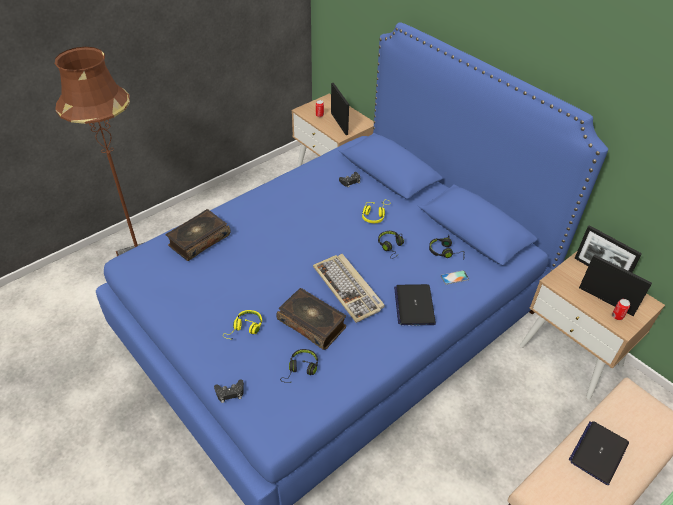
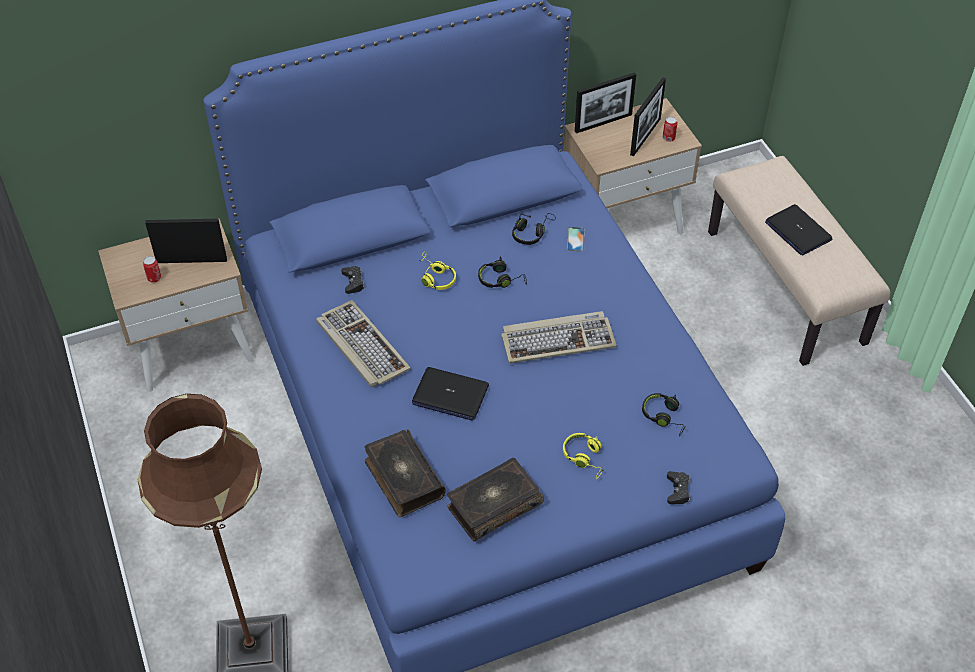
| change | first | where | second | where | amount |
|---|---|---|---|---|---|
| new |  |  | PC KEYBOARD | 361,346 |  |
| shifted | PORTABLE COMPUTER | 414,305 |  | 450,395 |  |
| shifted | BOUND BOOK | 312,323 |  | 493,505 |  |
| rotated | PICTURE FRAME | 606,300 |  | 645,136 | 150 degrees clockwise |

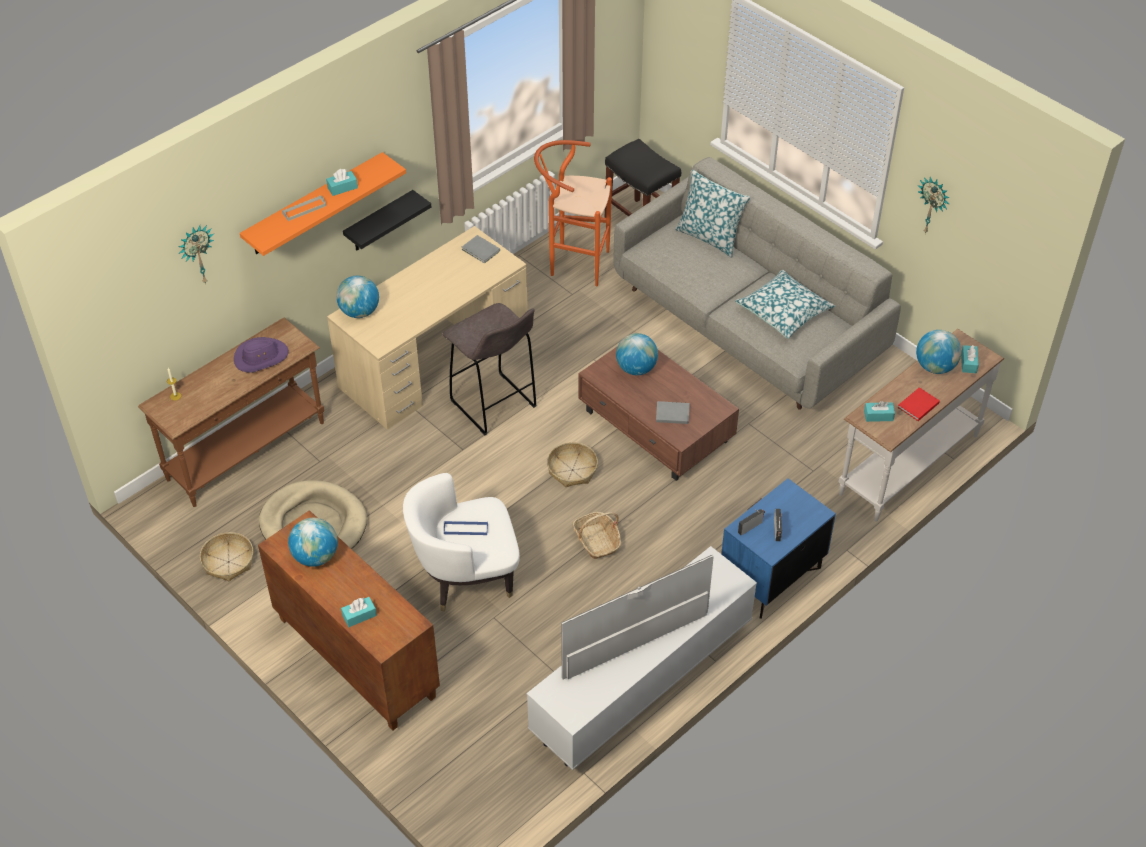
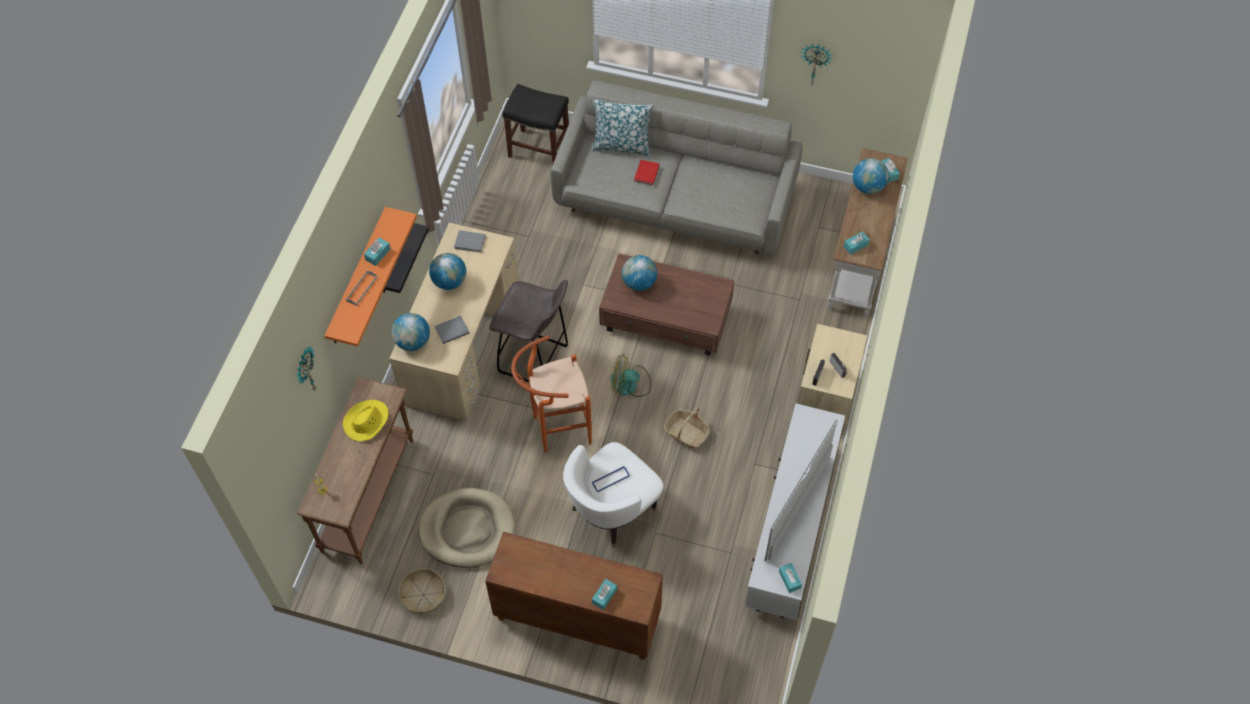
| change | first | where | second | where | amount |
|---|---|---|---|---|---|
| repainted | PURPLE HAT | 261,357 | YELLOW-COLOURED HAT | 366,421 |  |
| shifted | DESK GLOBE | 315,556 |  | 449,281 |  |
| shifted | GREYISH BOUND BOOK | 671,413 |  | 451,330 |  |
| shifted | ORANGE-COLOURED STOOL SEAT | 573,263 |  | 556,430 |  |
| swapped | BASKET | 572,470 | ELECTRIC FAN | 630,385 |  |
| shifted | REDDISH BOUND BOOK | 917,405 |  | 646,173 |  |
| new |  |  | TURQUOISE BOX OF TISSUES | 789,579 |  |
| repainted | BLUISH NIGHTSTAND | 771,578 | SAND-COLOURED NIGHTSTAND | 825,399 |  |
| gone | PILLOW | 784,311 |  |  |  |

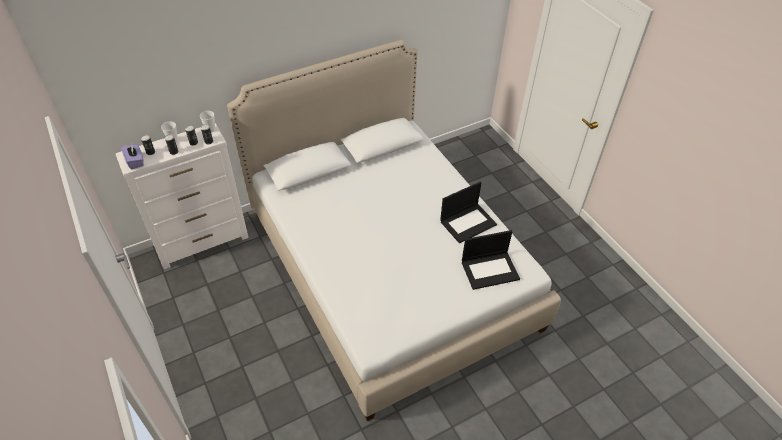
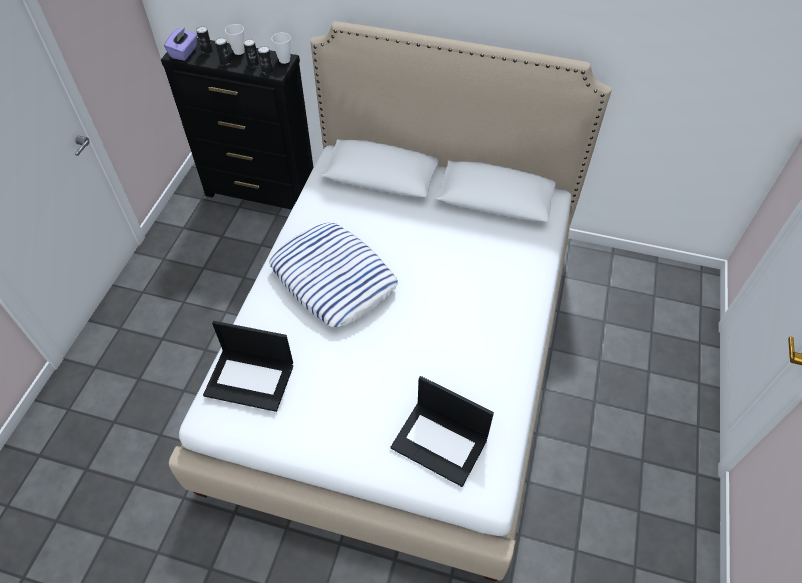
| change | first | where | second | where | amount |
|---|---|---|---|---|---|
| repainted | WHITISH DRESSER | 203,243 | BLACK-COLOURED DRESSER | 262,194 |  |
| shifted | PORTABLE COMPUTER | 468,222 |  | 251,379 |  |
| new |  |  | PILLOW | 334,279 |  |

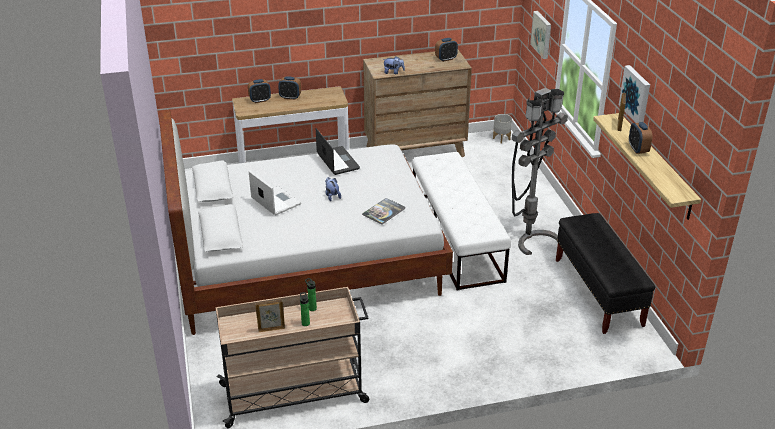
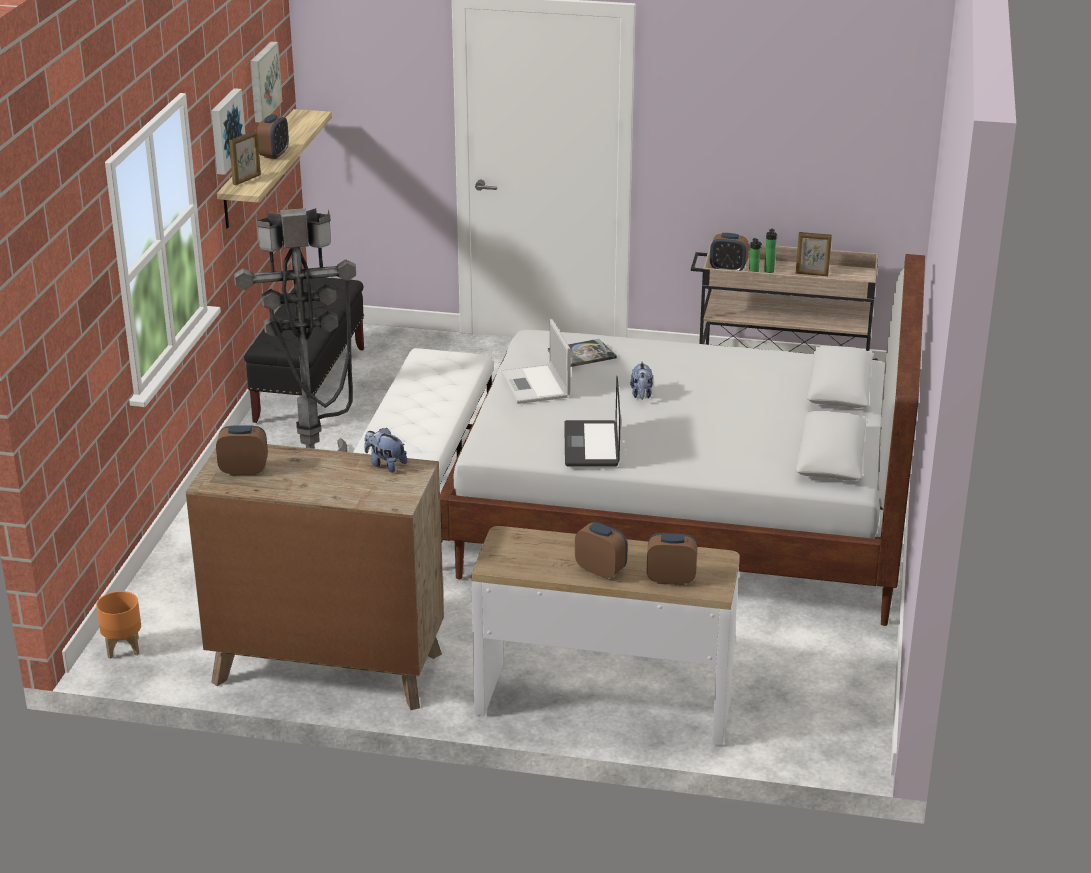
| change | first | where | second | where | amount |
|---|---|---|---|---|---|
| repainted | GREYISH PLANTER | 501,139 | ORANGE-COLOURED PLANTER | 123,648 |  |
| shifted | PICTURE | 542,34 |  | 262,81 |  |
| shifted | PORTABLE COMPUTER | 275,201 |  | 536,386 |  |
| new |  |  | TABLE CLOCK | 728,269 |  |

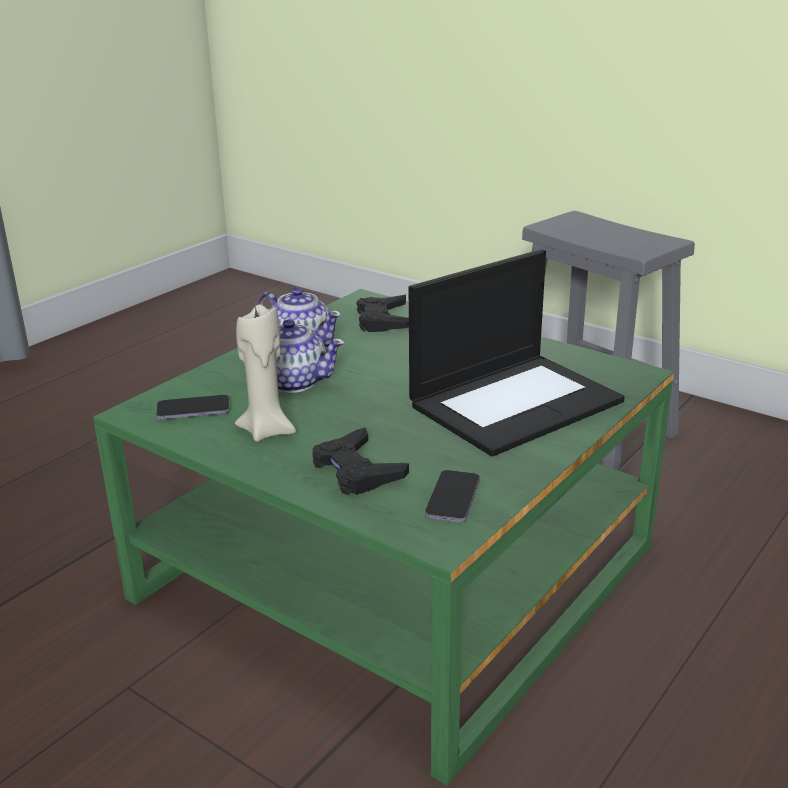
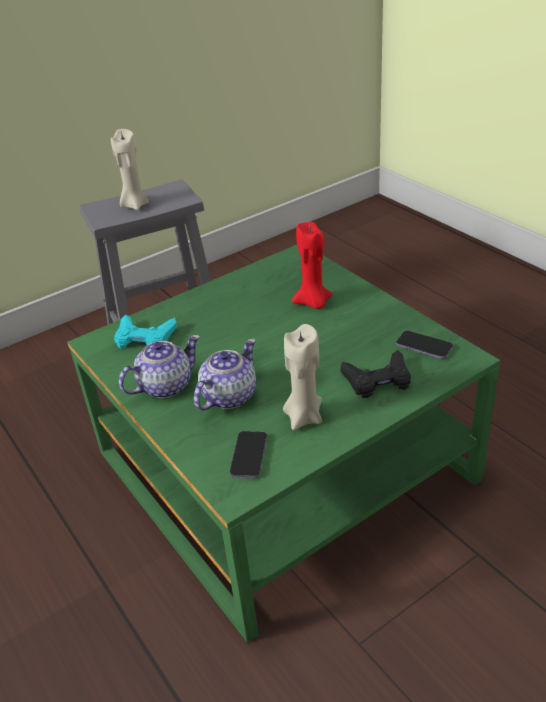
| change | first | where | second | where | amount |
|---|---|---|---|---|---|
| new |  |  | SAND-COLOURED WAX CANDLE | 134,205 |  |
| repainted | BLACK-COLOURED JOYPAD | 383,320 | TURQUOISE JOYPAD | 144,338 |  |
| swapped | PORTABLE COMPUTER | 516,402 | REDDISH WAX CANDLE | 313,303 |  |

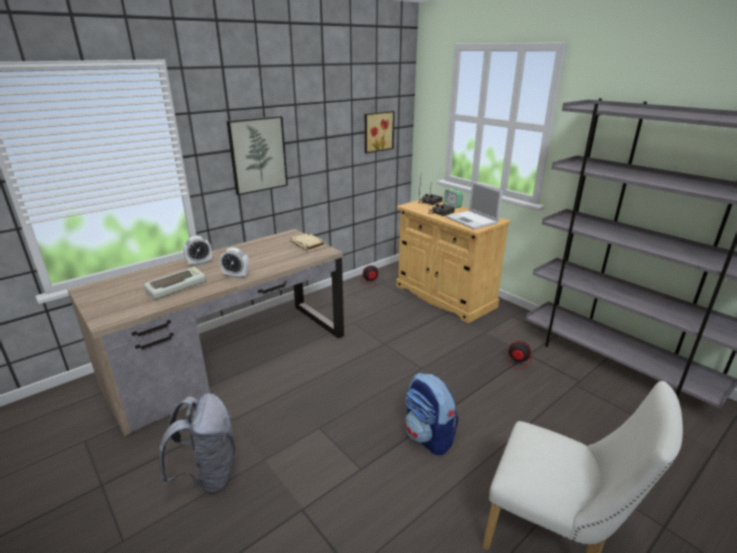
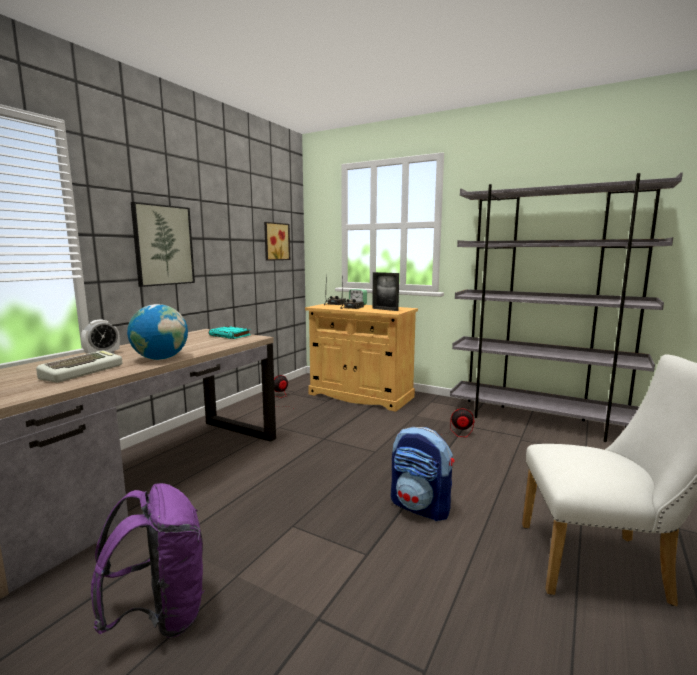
| change | first | where | second | where | amount |
|---|---|---|---|---|---|
| repainted | GREYISH BACKPACK | 208,475 | PURPLE BACKPACK | 160,615 |  |
| swapped | TABLE CLOCK | 236,276 | DESK GLOBE | 161,358 |  |
| repainted | SAND-COLOURED BOUND BOOK | 308,244 | TURQUOISE BOUND BOOK | 230,335 |  |
| swapped | PORTABLE COMPUTER | 472,220 | PICTURE FRAME | 385,309 |  |

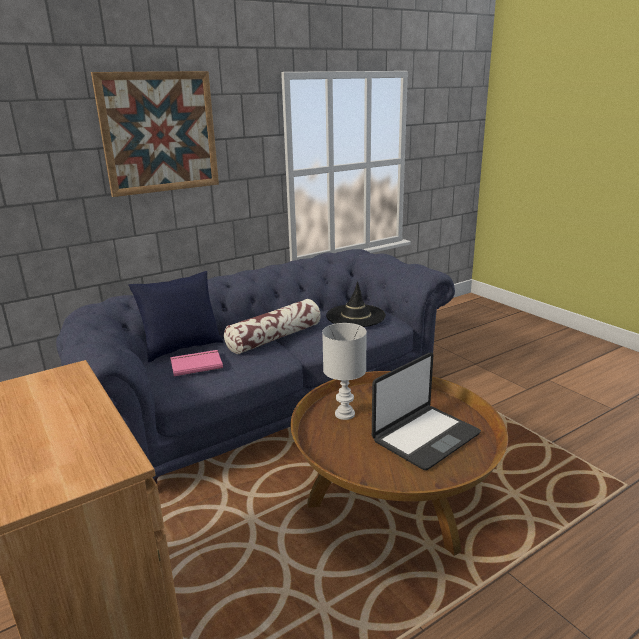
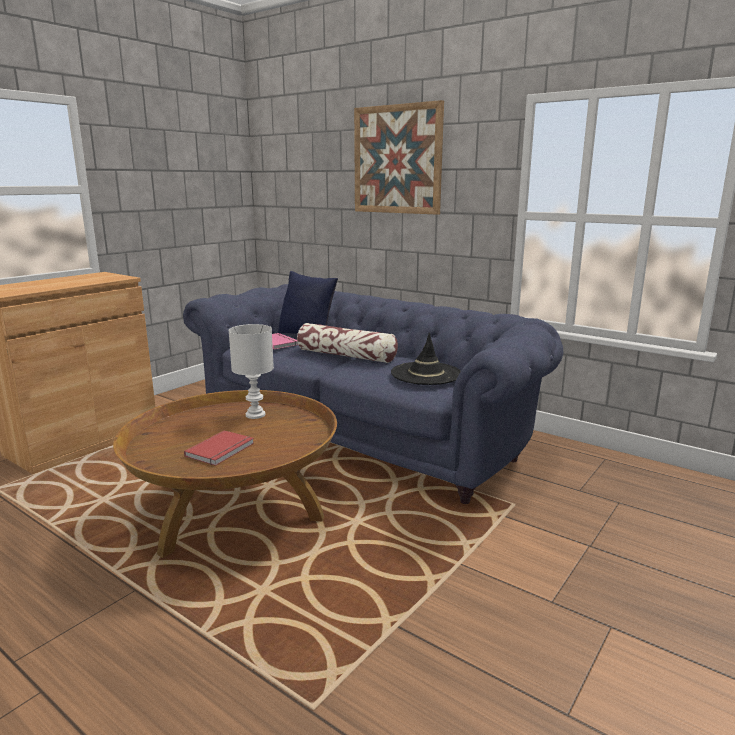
| change | first | where | second | where | amount |
|---|---|---|---|---|---|
| swapped | PORTABLE COMPUTER | 425,437 | REDDISH BOUND BOOK | 222,450 |  |

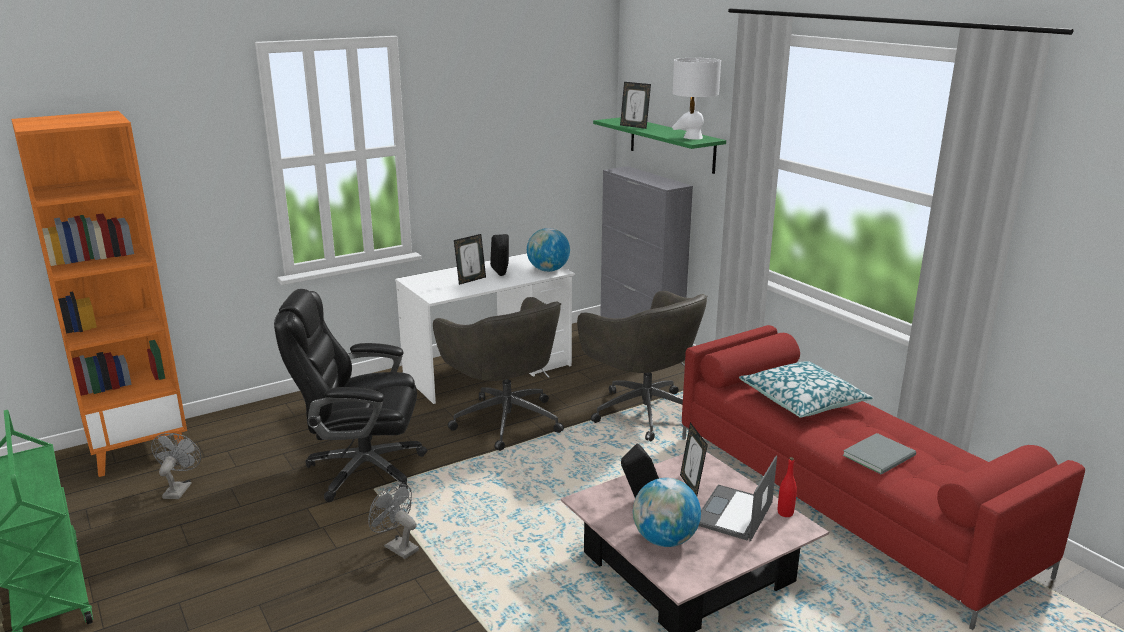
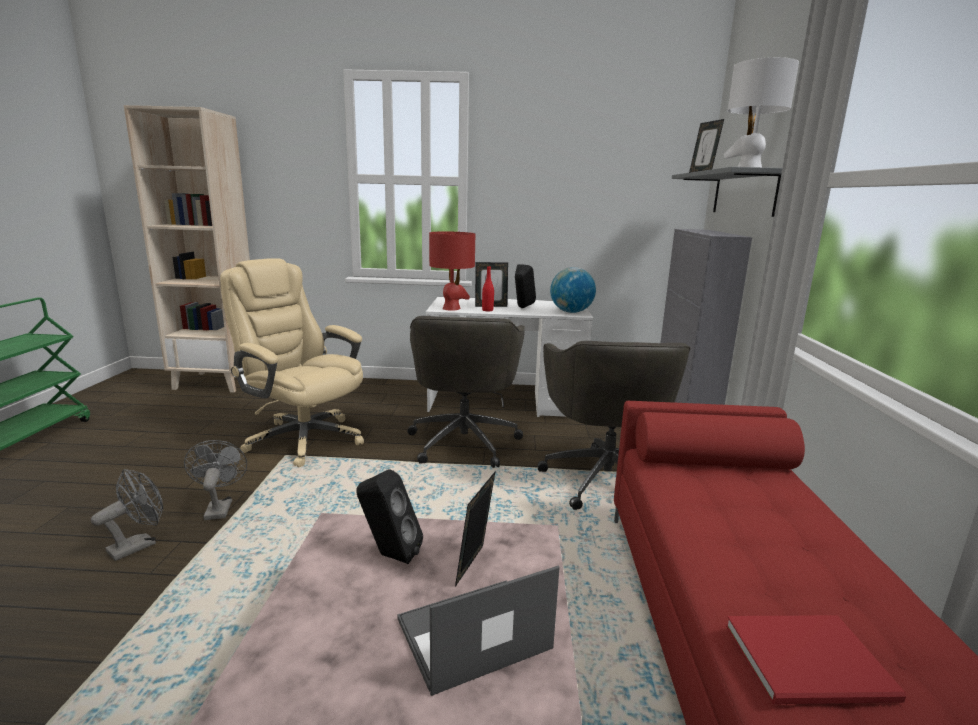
| change | first | where | second | where | amount |
|---|---|---|---|---|---|
| shifted | GREYISH ELECTRIC FAN | 179,488 |  | 139,545 |  |
| repainted | ORANGE-COLOURED BOOKSHELF | 140,449 | SAND-COLOURED BOOKSHELF | 217,382 |  |
| repainted | BLACK-COLOURED DESK CHAIR | 362,469 | SAND-COLOURED DESK CHAIR | 303,439 |  |
| new |  |  | REDDISH TABLE LAMP | 451,308 |  |
| shifted | REDDISH BOTTLE | 785,513 |  | 487,310 |  |
| repainted | GREENISH BRACKET SHELF | 671,144 | GREYISH BRACKET SHELF | 743,193 |  |
| repainted | GREYISH BOUND BOOK | 881,455 | REDDISH BOUND BOOK | 813,664 |  |
| gone | DESK GLOBE | 665,540 |  |  |  |
| gone | PILLOW | 803,400 |  |  |  |

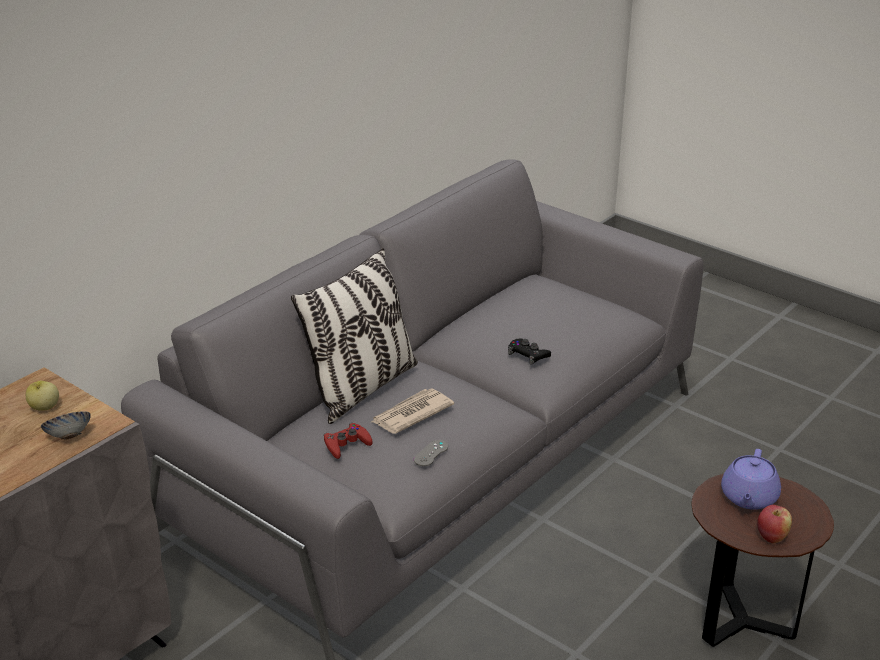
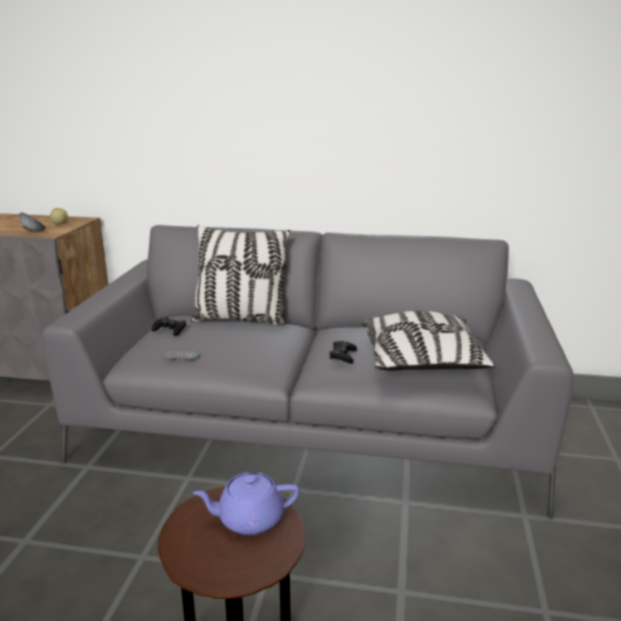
| change | first | where | second | where | amount |
|---|---|---|---|---|---|
| repainted | REDDISH JOYPAD | 346,444 | BLACK-COLOURED JOYPAD | 170,330 |  |
| new |  |  | PILLOW | 422,362 |  |
| gone | NEWSPAPER | 411,414 |  |  |  |
| gone | APPLE | 771,537 |  |  |  |

